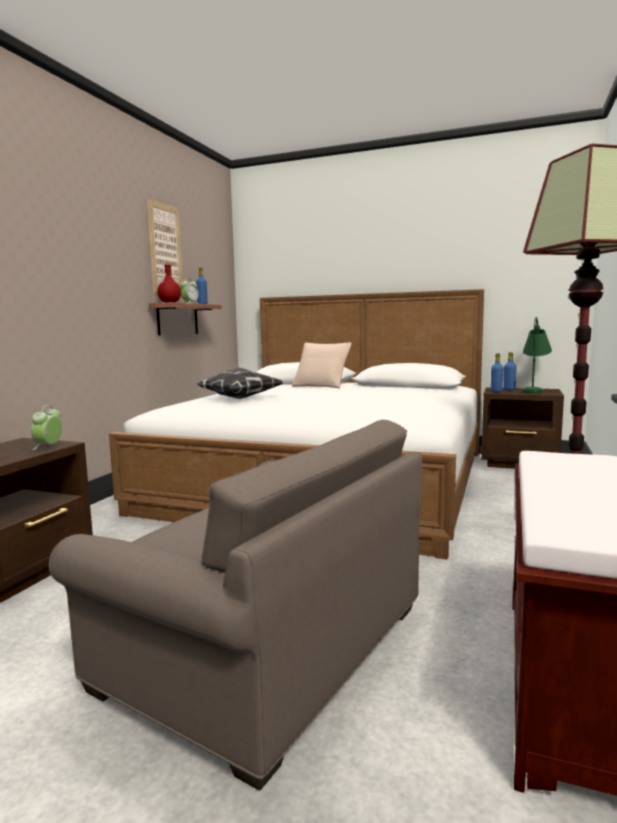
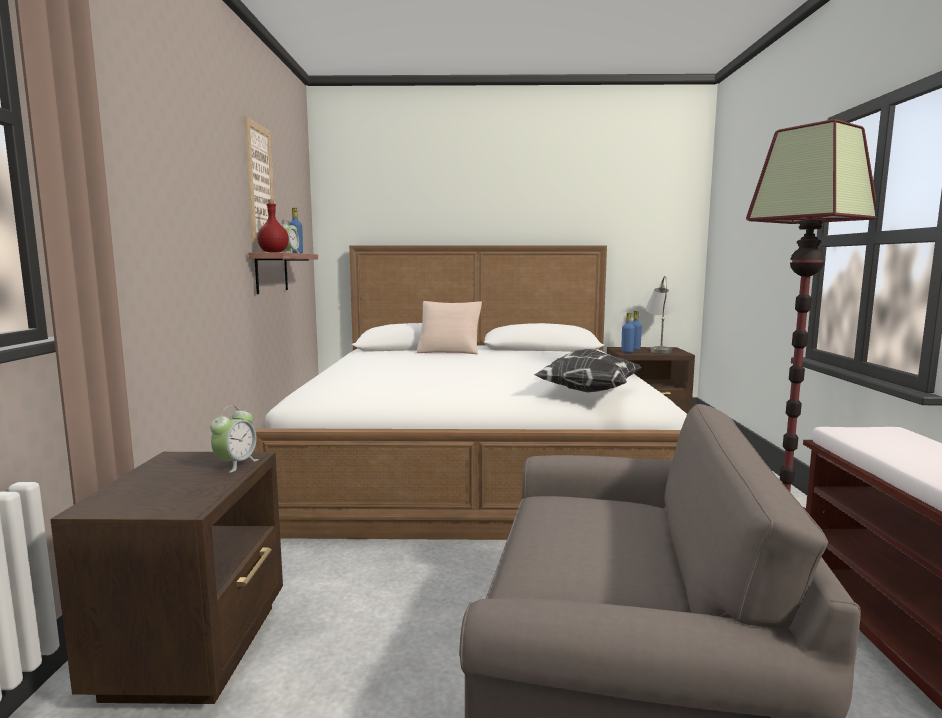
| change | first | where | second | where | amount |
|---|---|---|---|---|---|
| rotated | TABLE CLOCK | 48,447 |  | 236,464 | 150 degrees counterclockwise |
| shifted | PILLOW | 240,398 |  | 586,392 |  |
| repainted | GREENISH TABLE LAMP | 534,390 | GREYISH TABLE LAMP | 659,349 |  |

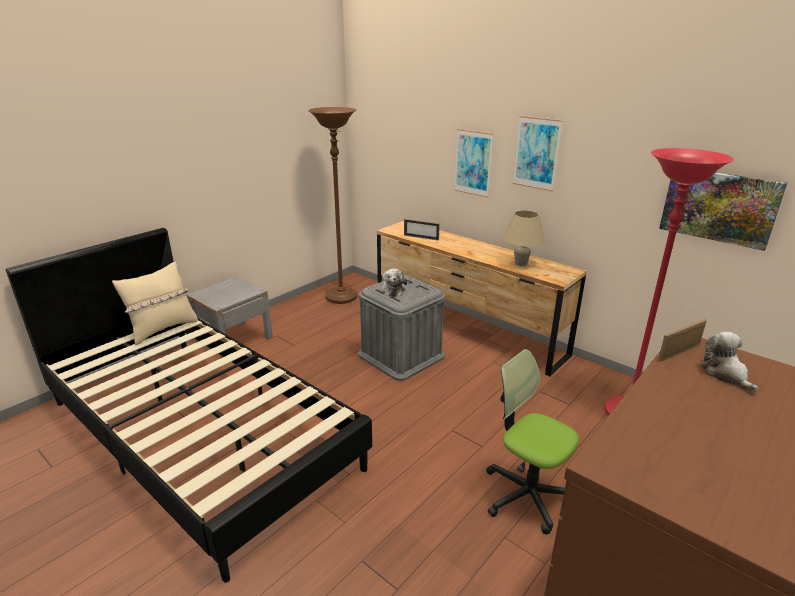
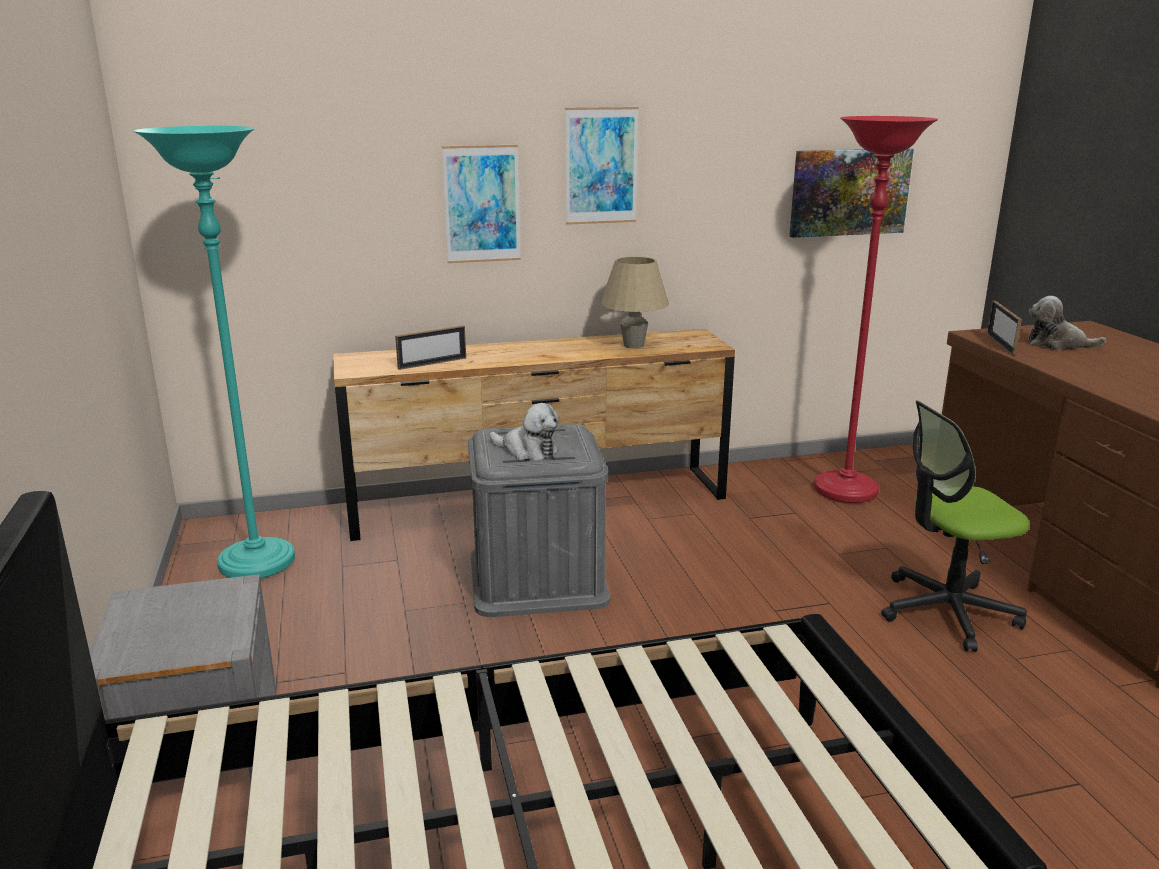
| change | first | where | second | where | amount |
|---|---|---|---|---|---|
| repainted | BROWN STANDARD LAMP | 341,297 | TURQUOISE STANDARD LAMP | 257,563 |  |
| gone | SAND-COLOURED PILLOW | 163,329 |  |  |  |

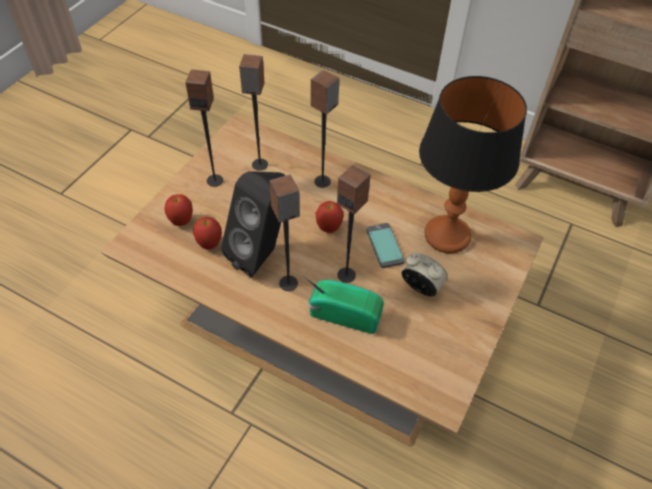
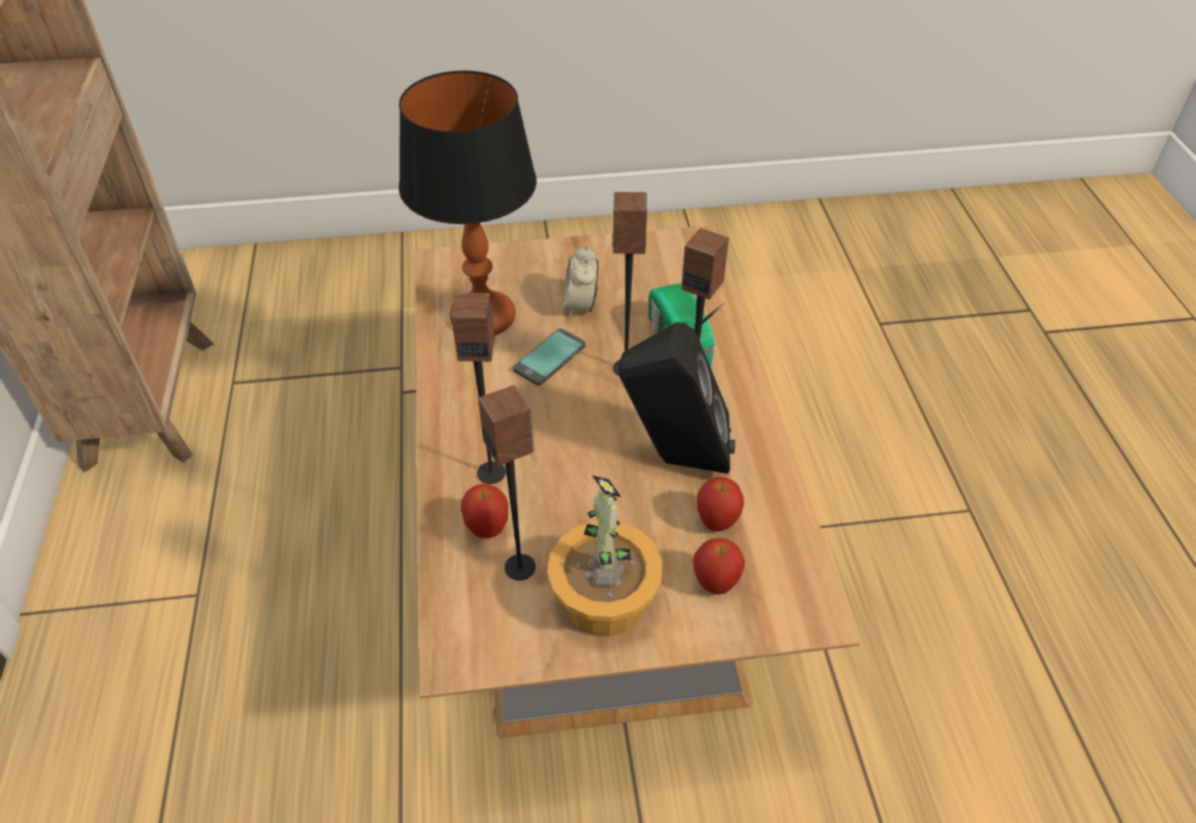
| change | first | where | second | where | amount |
|---|---|---|---|---|---|
| shifted | APPLE | 329,228 |  | 487,529 |  |
| swapped | AUDIO SPEAKER | 215,180 | POTTED PLANT | 603,602 |  |

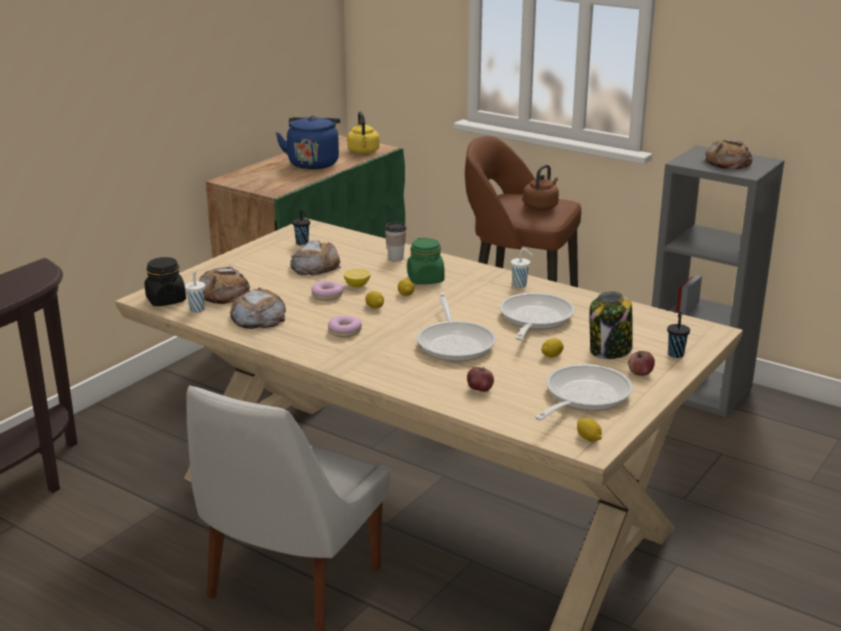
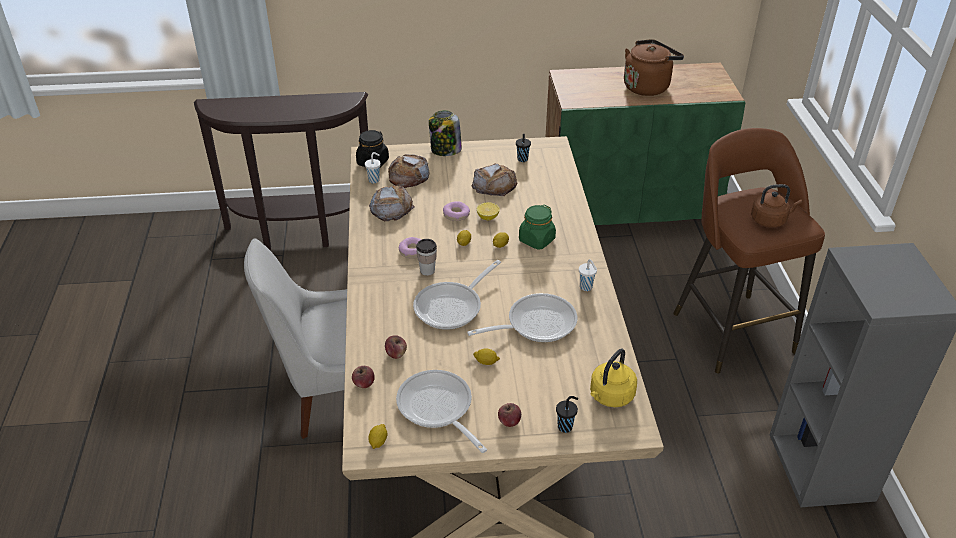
| change | first | where | second | where | amount |
|---|---|---|---|---|---|
| new |  |  | APPLE | 363,384 |  |
| rotated | SKILLET | 583,397 |  | 438,409 | 120 degrees counterclockwise |
| shifted | CUP | 395,258 |  | 427,270 |  |
| shifted | PRESERVE JAR | 610,351 |  | 445,150 |  |
| shifted | YELLOW-COLOURED TEA KETTLE | 363,152 |  | 610,396 |  |
| repainted | BLUISH TEA KETTLE | 313,163 | BROWN TEA KETTLE | 648,86 |  |
| gone | BAKED BREAD | 728,162 |  |  |  |

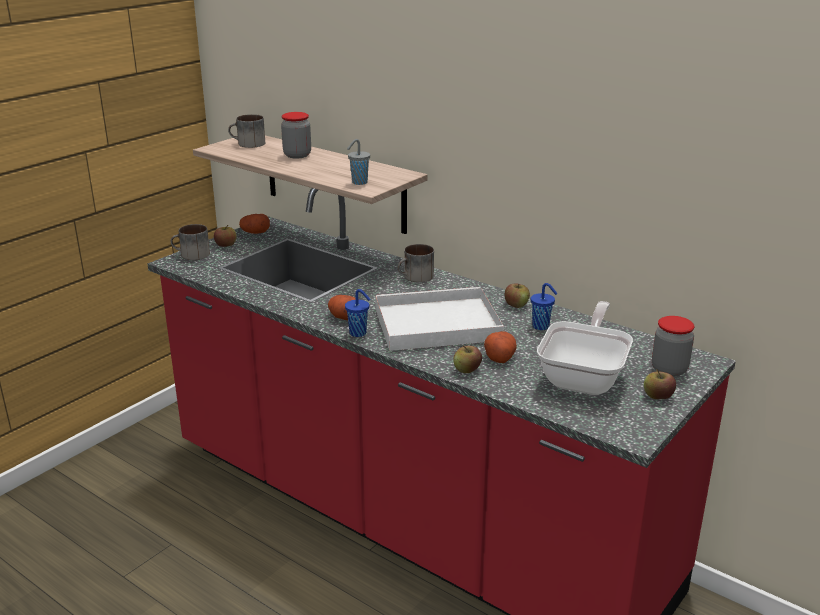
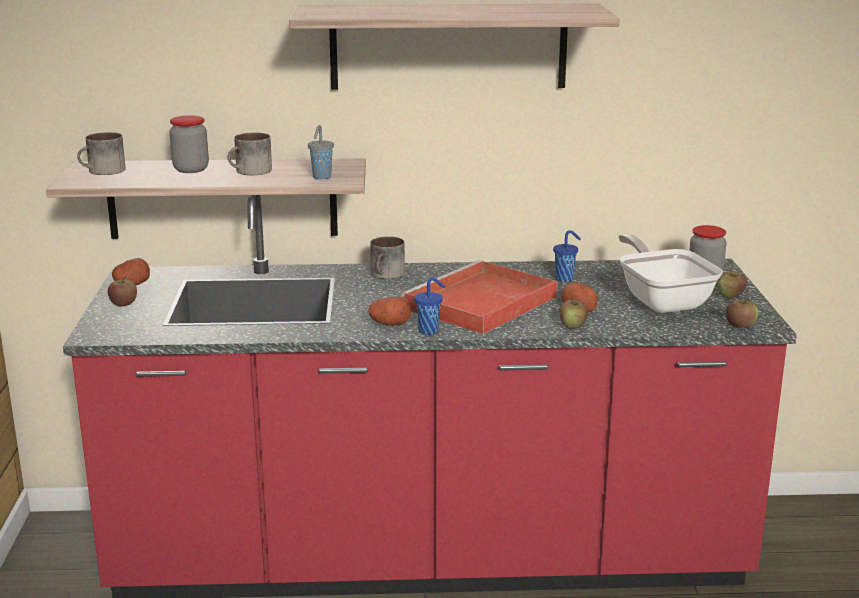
| change | first | where | second | where | amount |
|---|---|---|---|---|---|
| shifted | MUG | 191,255 |  | 250,172 |  |
| new |  |  | BRACKET SHELF | 448,46 |  |
| repainted | WHITISH SERVING TRAY | 434,324 | REDDISH SERVING TRAY | 479,304 |  |
| shifted | APPLE | 516,304 |  | 740,325 |  |

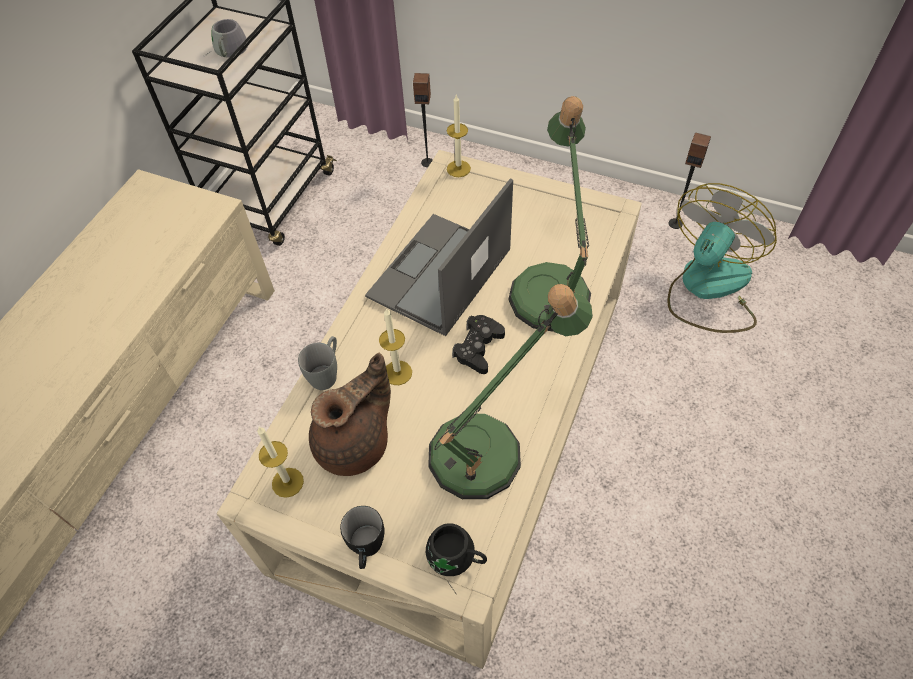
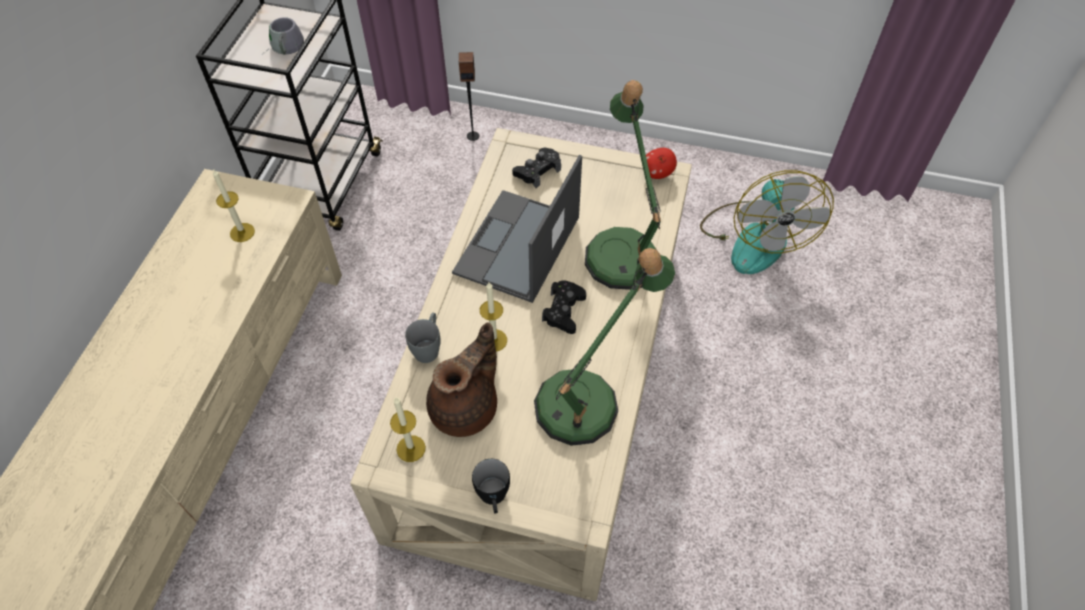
| change | first | where | second | where | amount |
|---|---|---|---|---|---|
| shifted | WAX CANDLE | 458,168 |  | 242,232 |  |
| new |  |  | BLACK-COLOURED JOYPAD | 537,171 |  |
| new |  |  | APPLE | 657,173 |  |
| rotated | ELECTRIC FAN | 708,289 |  | 754,237 | 150 degrees clockwise |
| gone | BLACK-COLOURED MUG | 454,561 |  |  |  |
| gone | AUDIO SPEAKER | 675,223 |  |  |  |

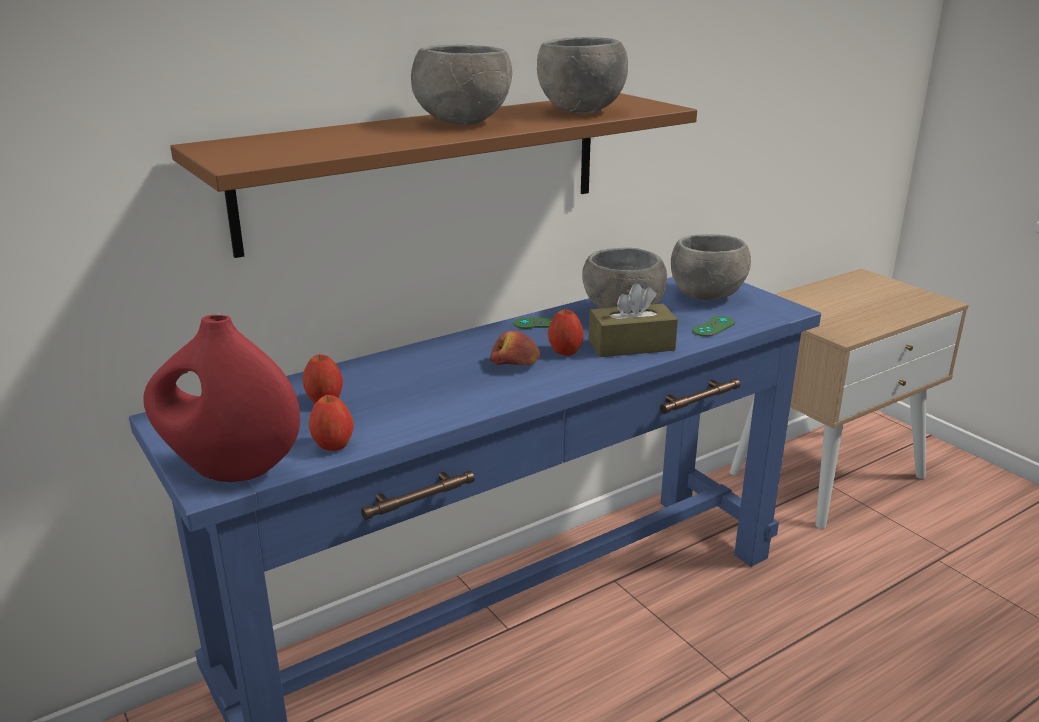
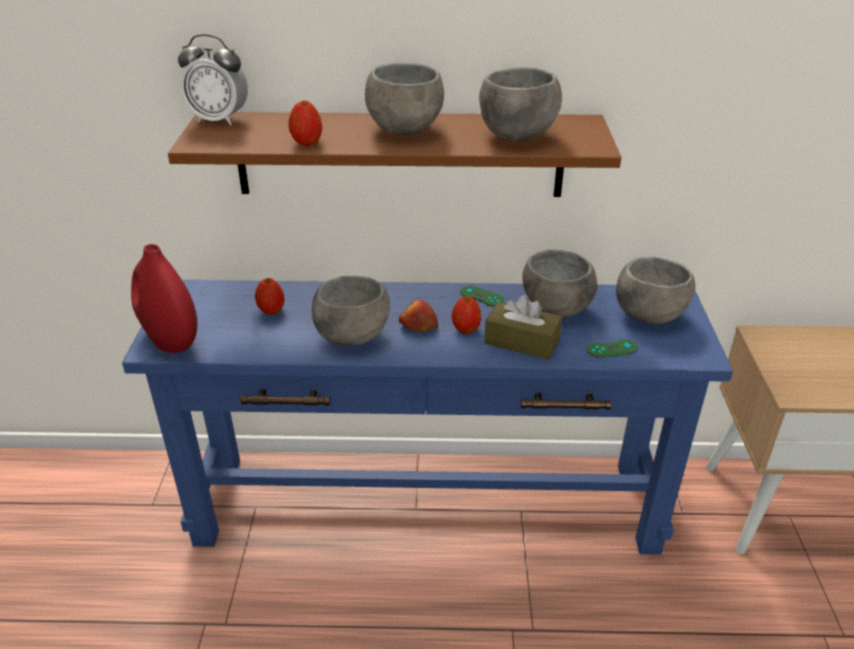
| change | first | where | second | where | amount |
|---|---|---|---|---|---|
| new |  |  | TABLE CLOCK | 219,120 |  |
| shifted | APPLE | 333,445 |  | 307,142 |  |
| new |  |  | GREYISH DEEP DISH | 350,337 |  |

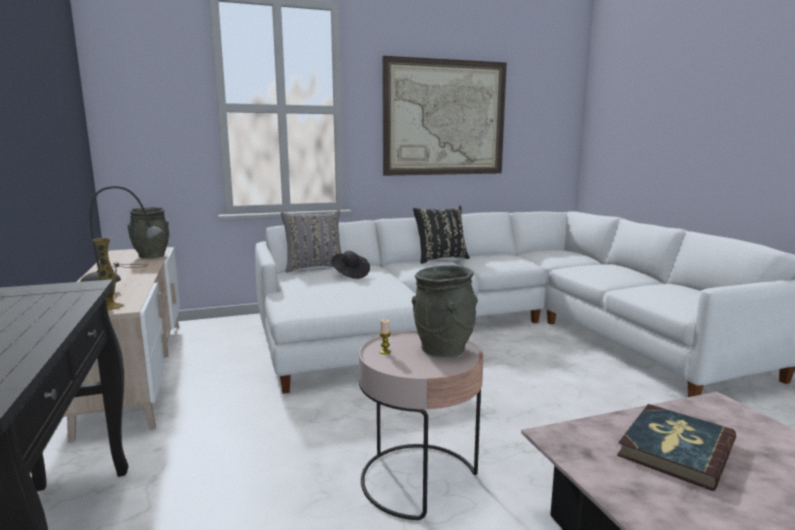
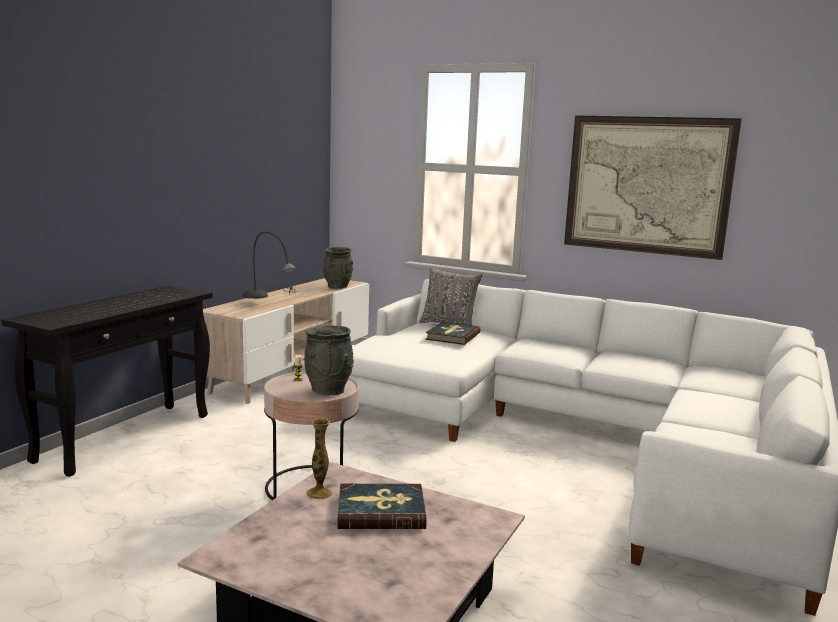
| change | first | where | second | where | amount |
|---|---|---|---|---|---|
| shifted | FLOWER VASE | 110,307 |  | 319,493 |  |
| swapped | BLACK-COLOURED HAT | 350,274 | BOUND BOOK | 452,336 |  |
| gone | BLACK-COLOURED PILLOW | 440,259 |  |  |  |

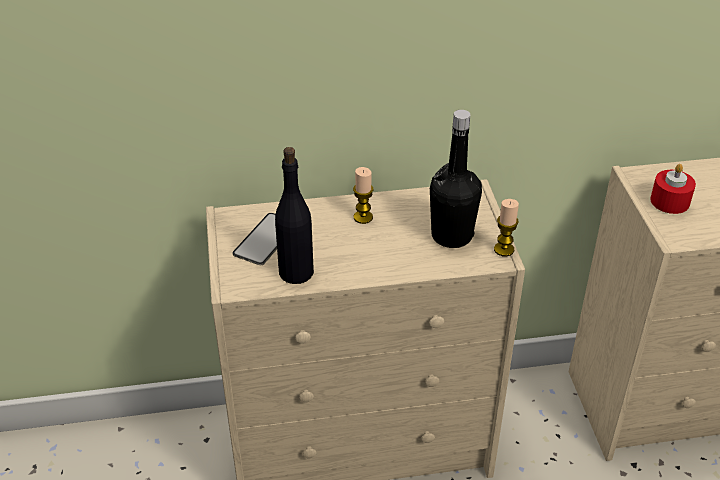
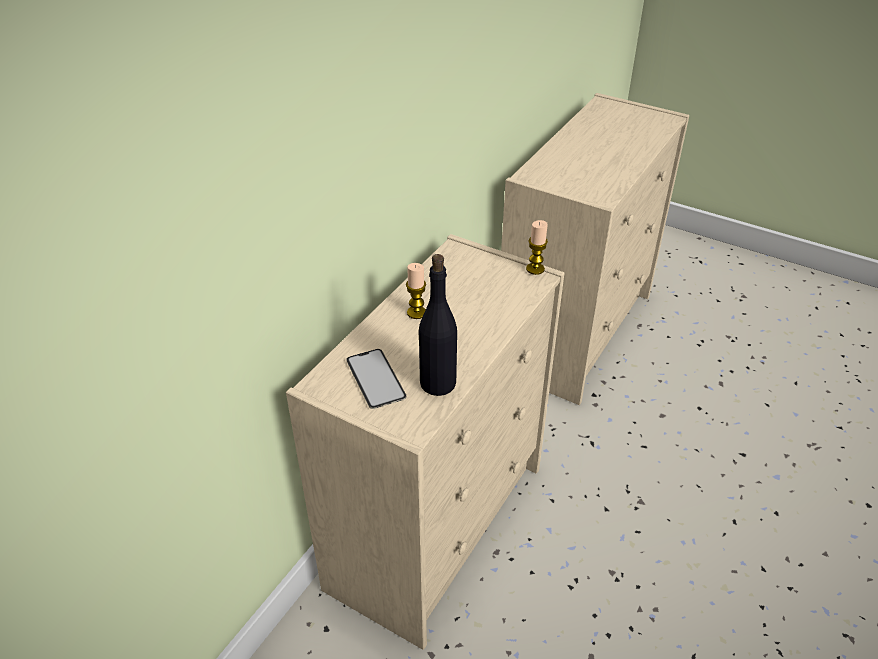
| change | first | where | second | where | amount |
|---|---|---|---|---|---|
| gone | BLACK-COLOURED BOTTLE | 451,236 |  |  |  |
| gone | REDDISH WAX CANDLE | 670,201 |  |  |  |

